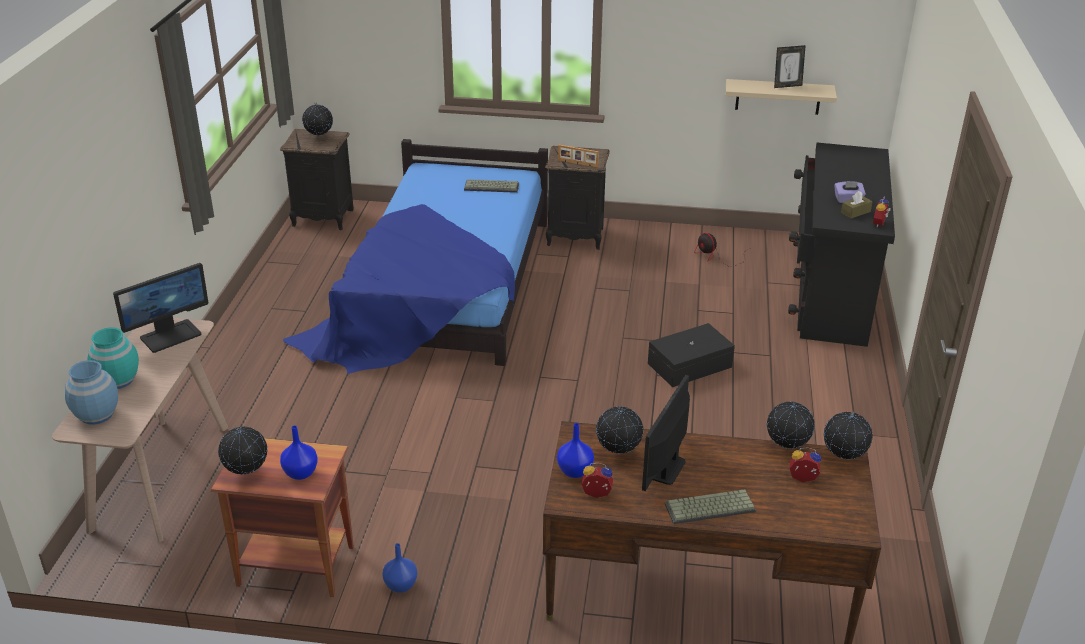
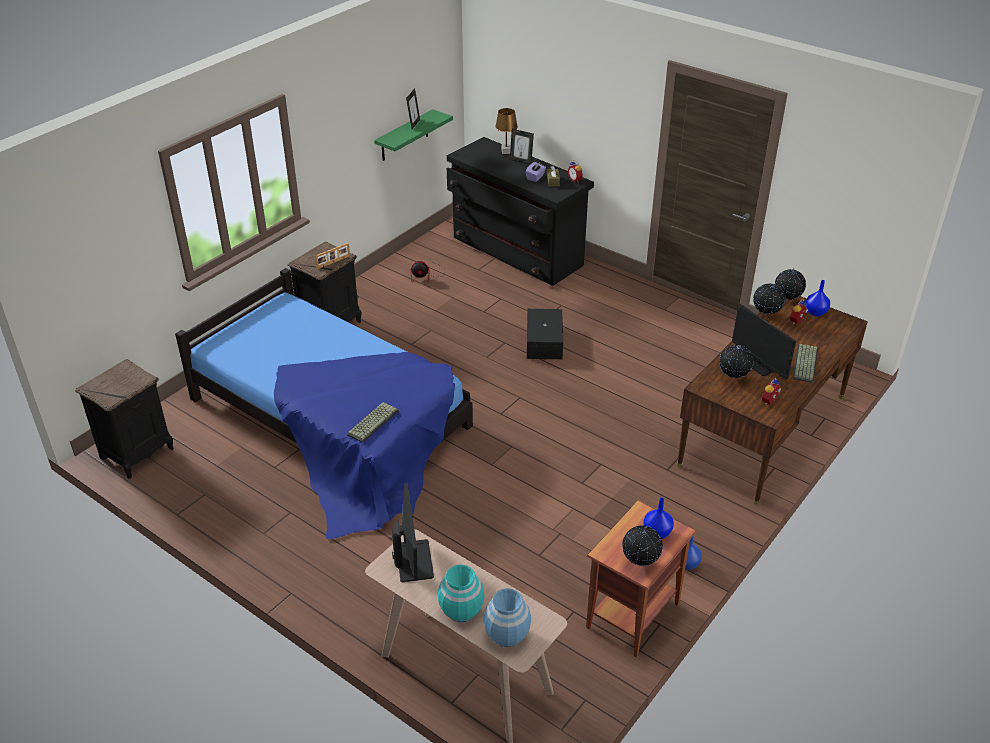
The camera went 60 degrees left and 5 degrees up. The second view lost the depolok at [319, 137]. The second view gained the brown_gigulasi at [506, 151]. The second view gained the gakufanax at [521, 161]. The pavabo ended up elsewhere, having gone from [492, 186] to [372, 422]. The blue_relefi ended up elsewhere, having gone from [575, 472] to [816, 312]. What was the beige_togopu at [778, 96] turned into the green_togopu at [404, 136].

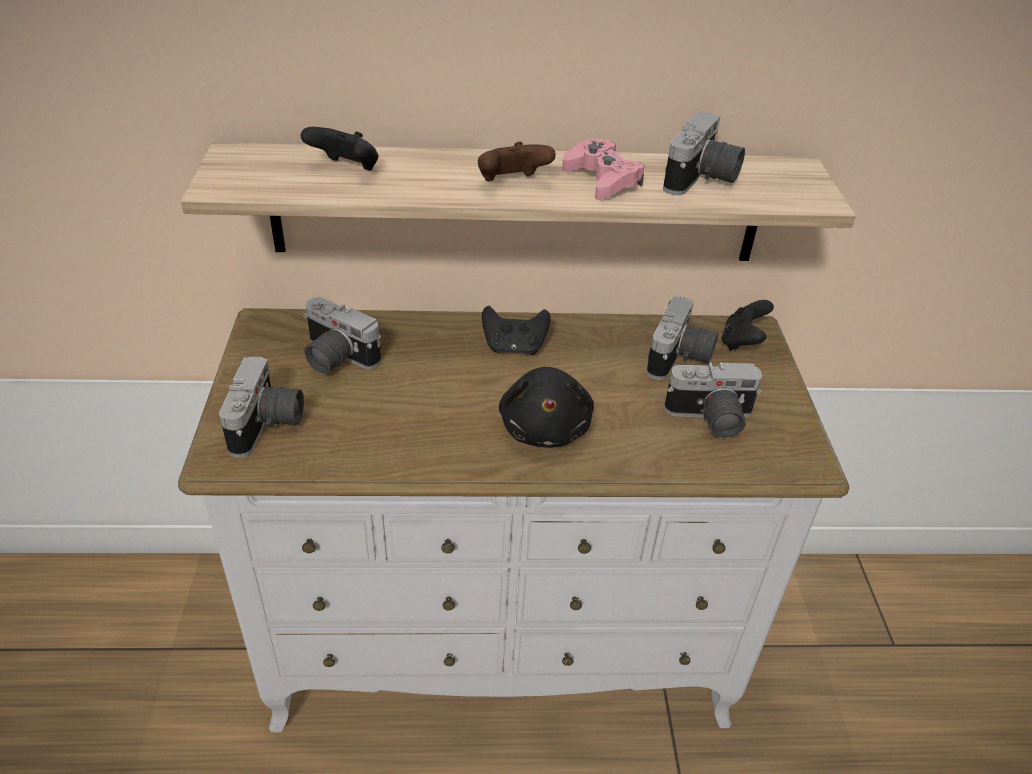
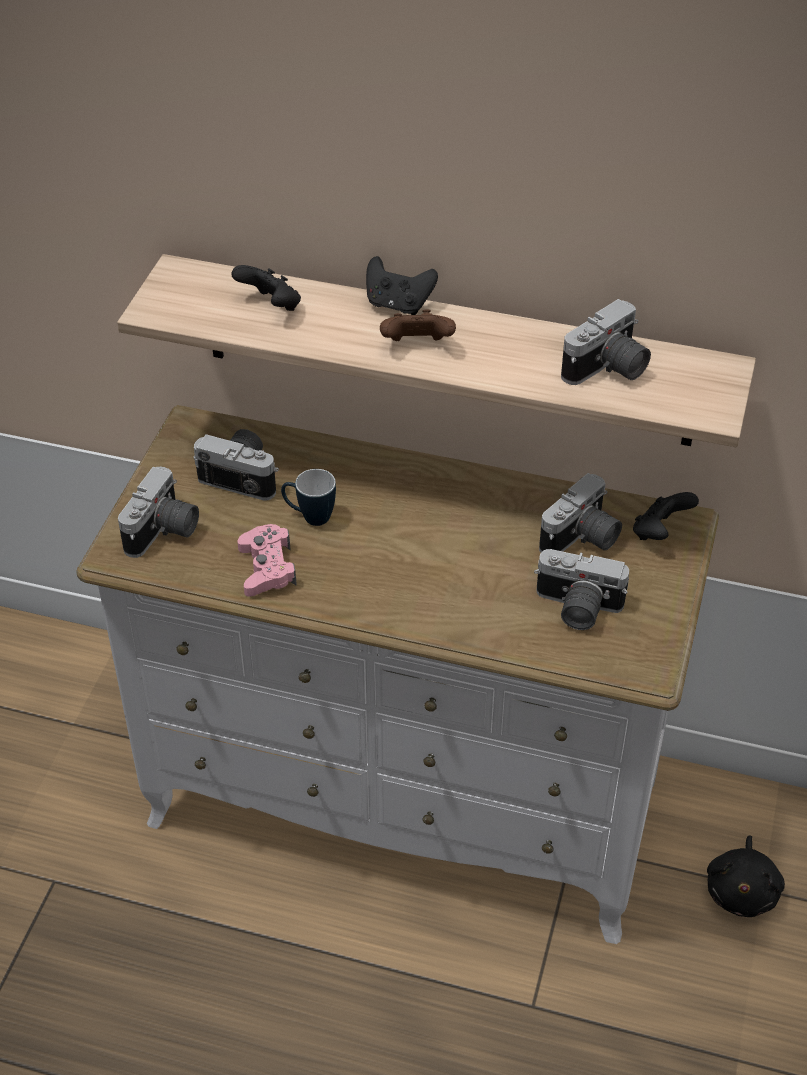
The camera went 20 degrees right and 5 degrees up. The second view gained the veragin at [309, 517]. The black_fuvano ended up elsewhere, having gone from [514, 347] to [398, 305]. The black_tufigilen ended up elsewhere, having gone from [545, 427] to [742, 891]. The pink_fuvano ended up elsewhere, having gone from [602, 179] to [267, 568]. The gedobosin at [334, 358] ended up facing another way, 150 degrees clockwise from before.

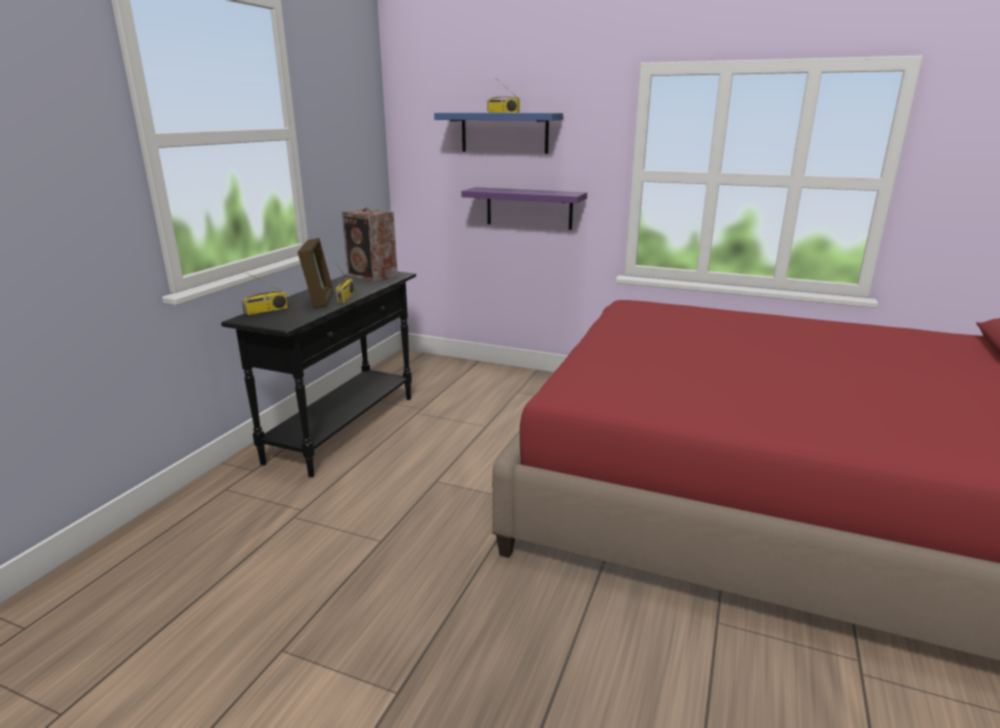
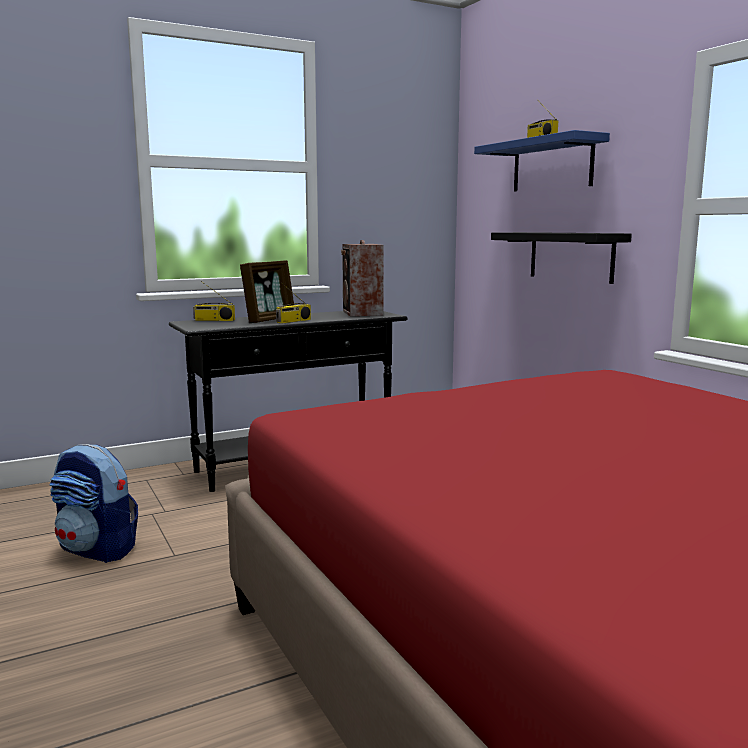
The camera went 40 degrees right and 10 degrees down. The second view gained the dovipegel at [98, 550]. What was the purple_togopu at [529, 208] turned into the black_togopu at [571, 256].

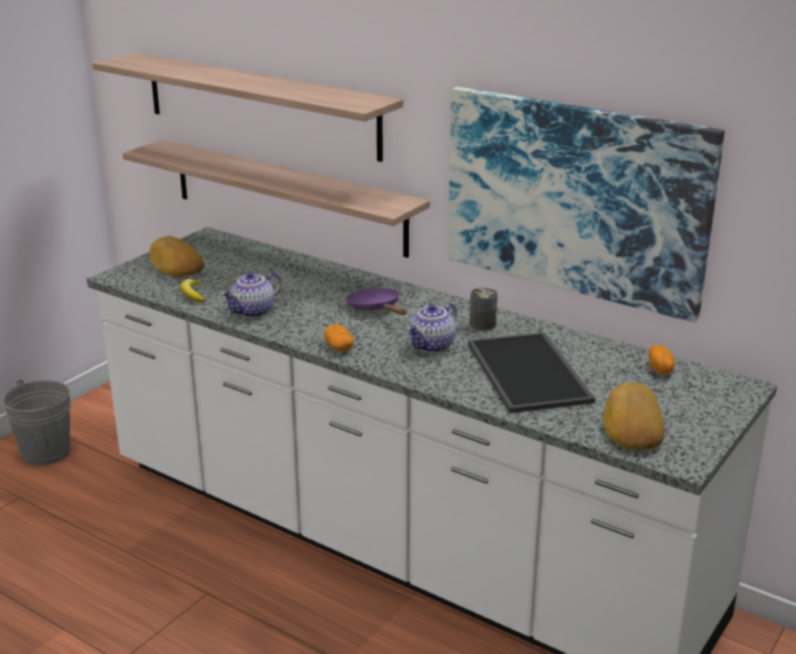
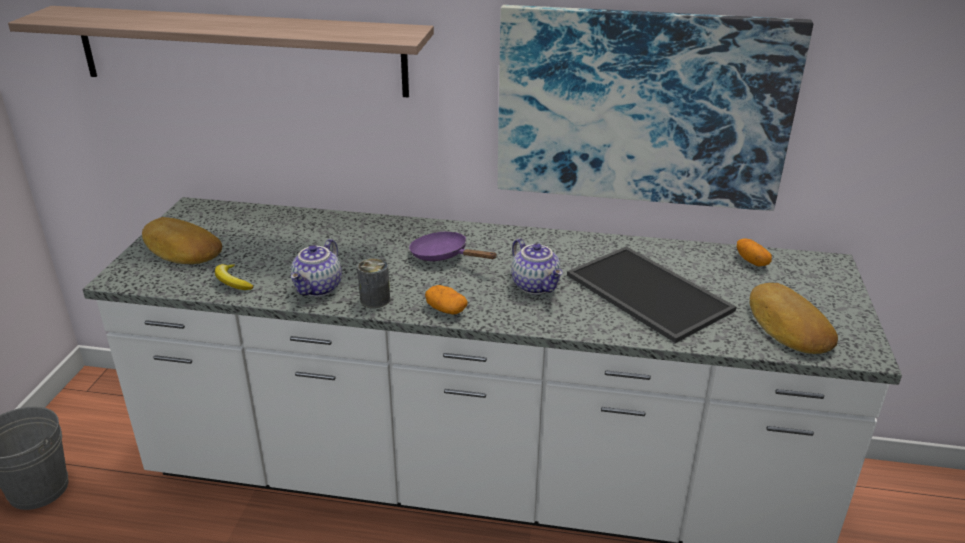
The camera went 25 degrees left and 5 degrees up. The second view lost the togopu at [287, 196]. The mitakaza ended up elsewhere, having gone from [482, 325] to [375, 299]. The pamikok at [432, 346] ended up facing another way, 45 degrees counterclockwise from before.

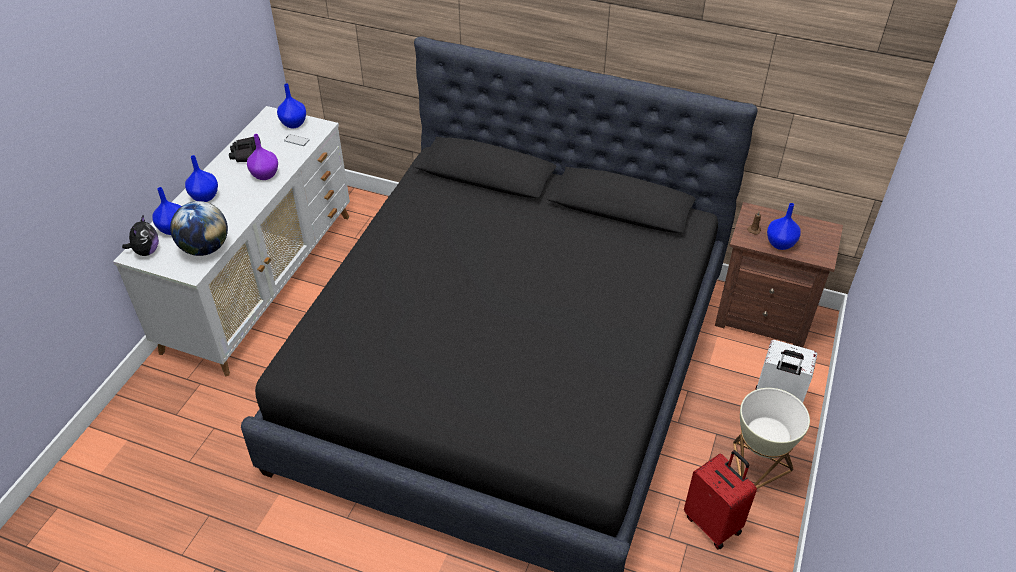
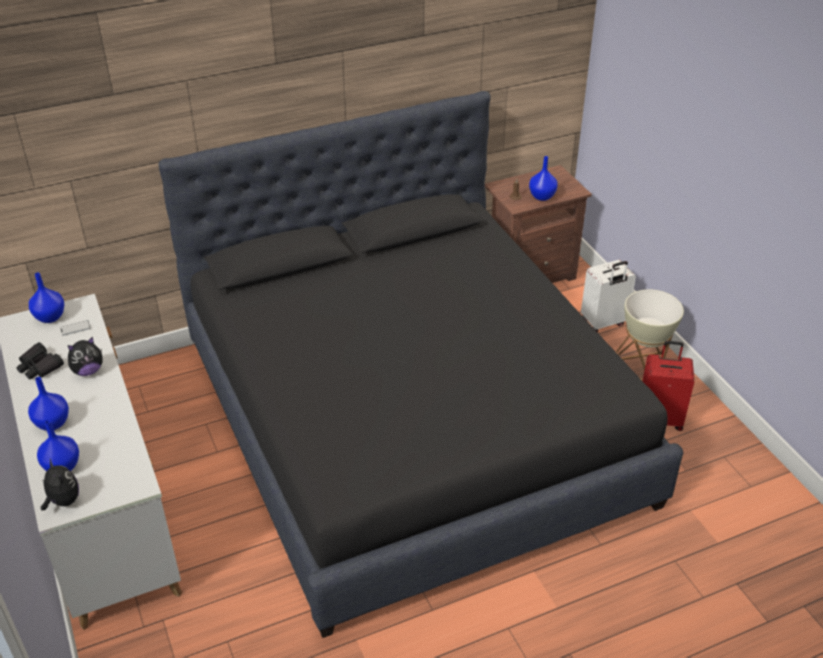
The camera went 45 degrees left and 5 degrees down. The second view lost the depolok at [205, 248]. Where the purple_relefi stood at [266, 175], the tufigilen came to stand at [88, 371].

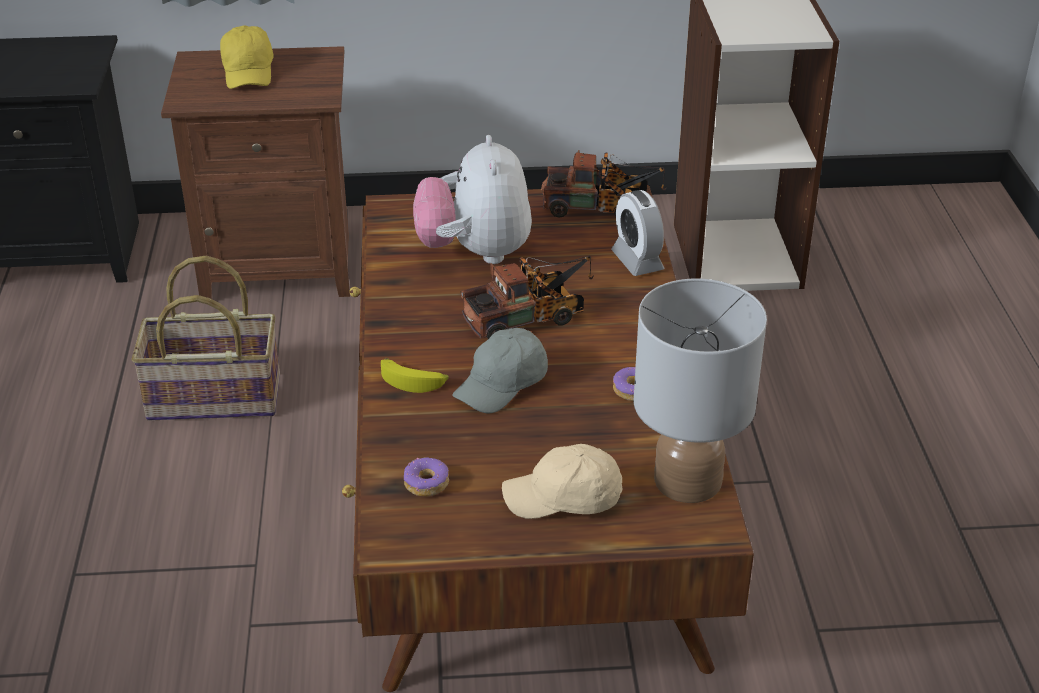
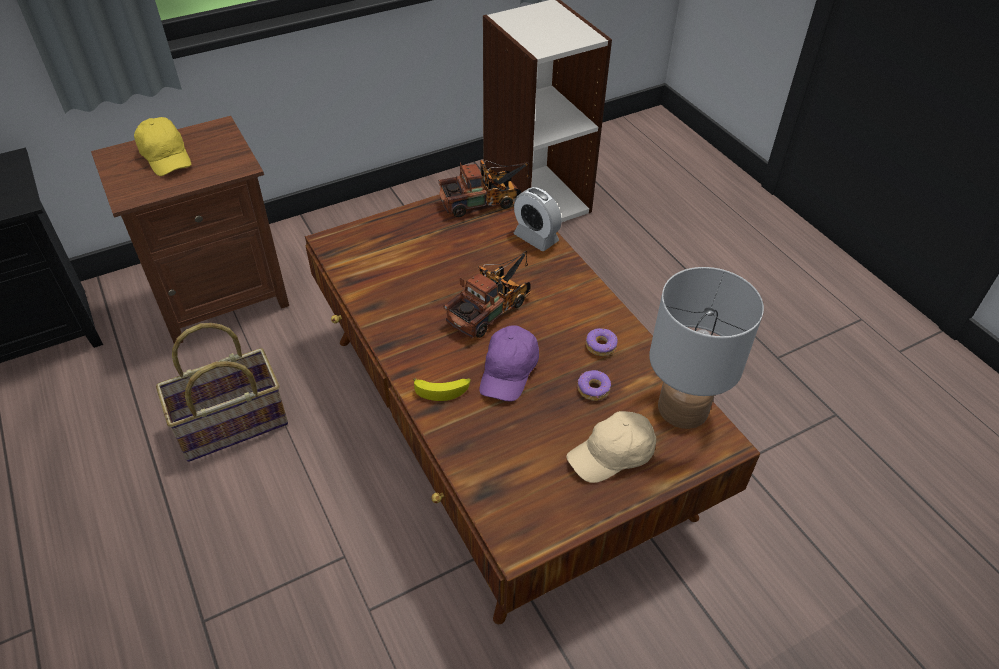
The camera went 25 degrees left and 10 degrees up. The second view lost the tufigilen at [475, 253]. The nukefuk ended up elsewhere, having gone from [426, 484] to [593, 389]. What was the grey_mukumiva at [503, 385] turned into the purple_mukumiva at [509, 371].

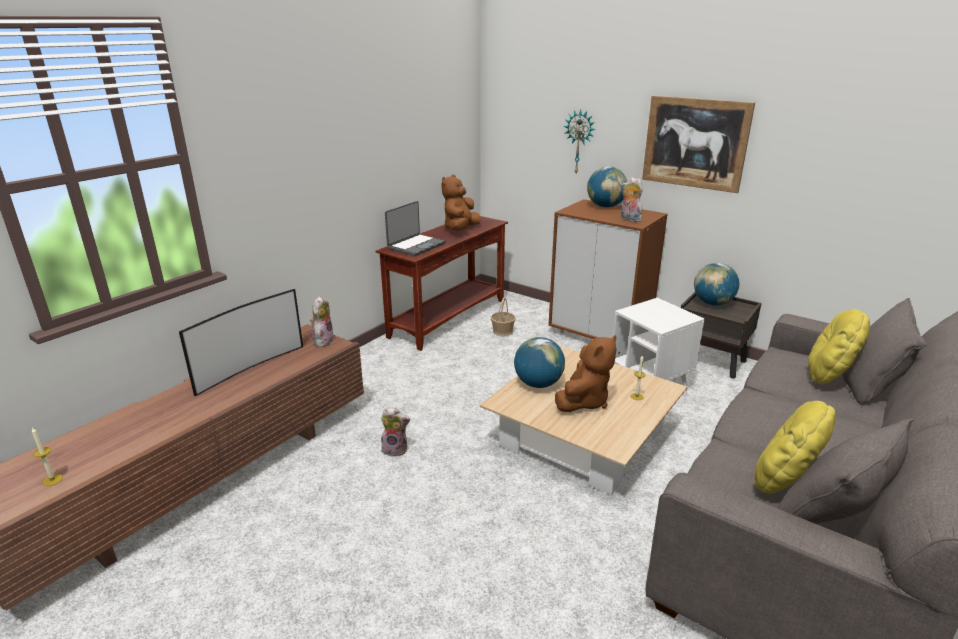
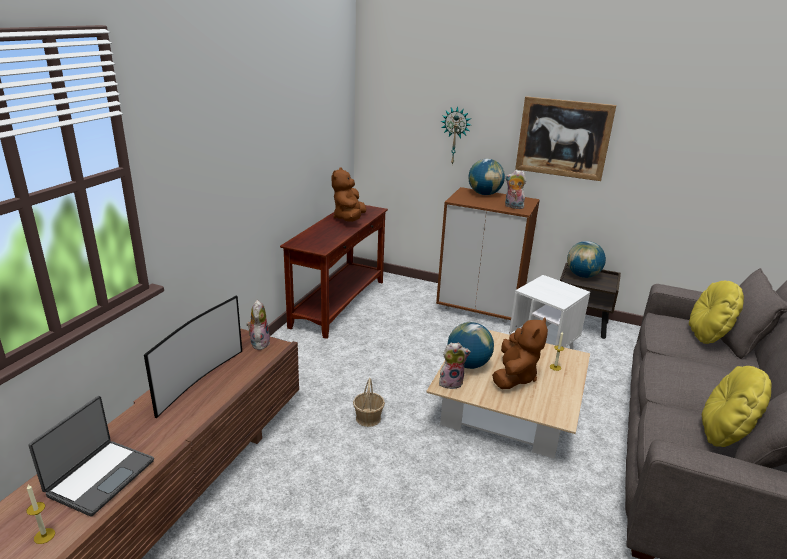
The camera went 15 degrees left and 0 degrees up. The tufigilen ended up elsewhere, having gone from [396, 449] to [451, 382]. The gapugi ended up elsewhere, having gone from [416, 246] to [100, 477]. The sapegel ended up elsewhere, having gone from [503, 331] to [368, 418].

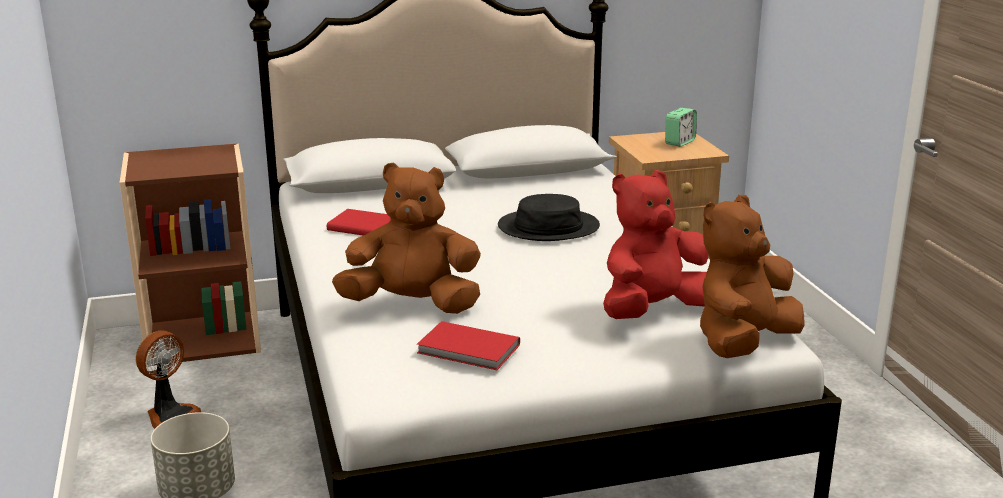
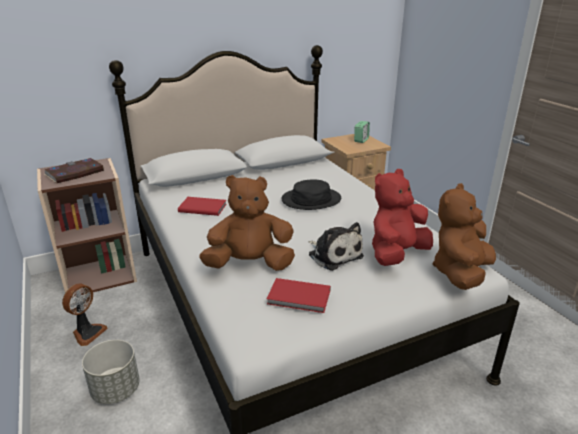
The camera went 10 degrees left and 5 degrees up. The second view gained the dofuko at [75, 173]. The second view gained the tufigilen at [333, 255].

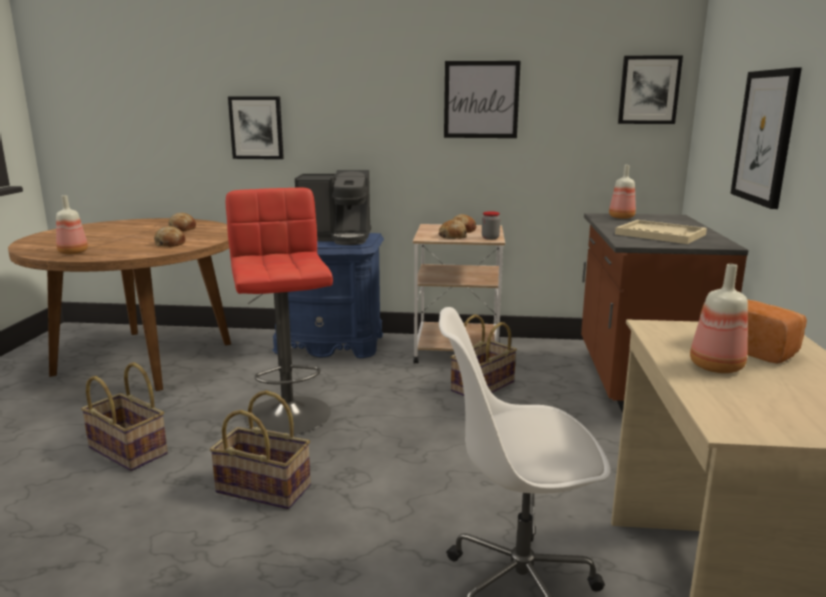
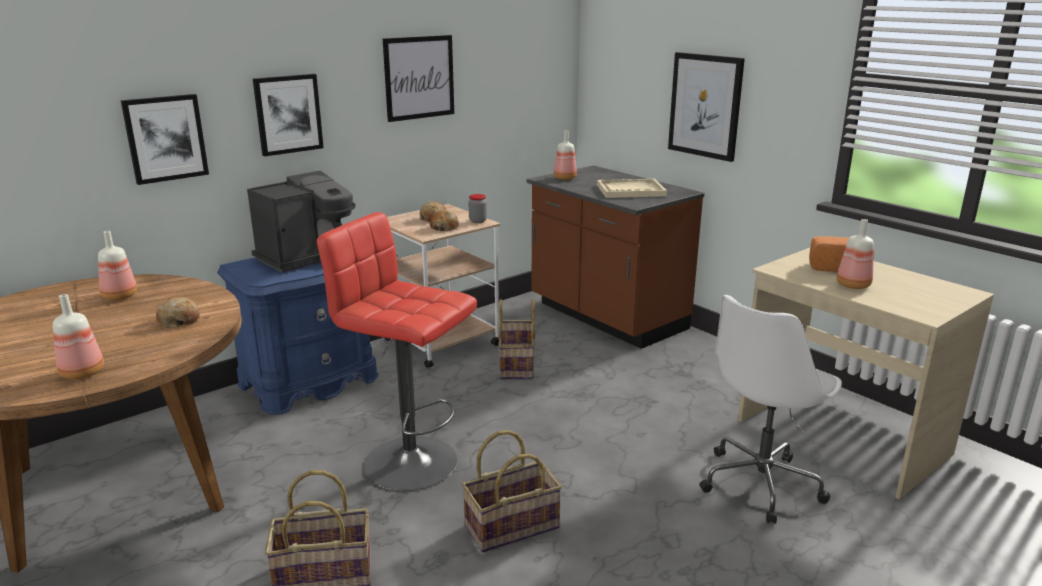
The camera went 45 degrees left and 5 degrees up. The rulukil ended up elsewhere, having gone from [649, 90] to [288, 114]. Where the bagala stood at [182, 228], the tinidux came to stand at [119, 297].

